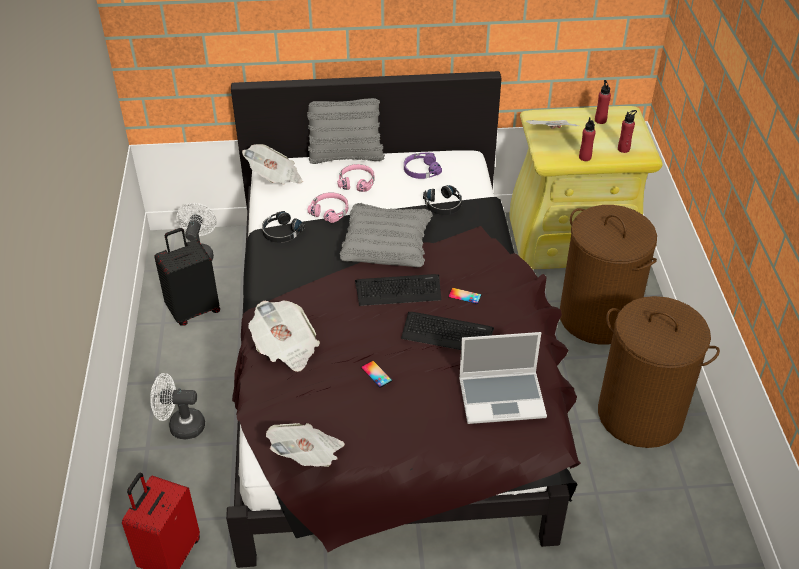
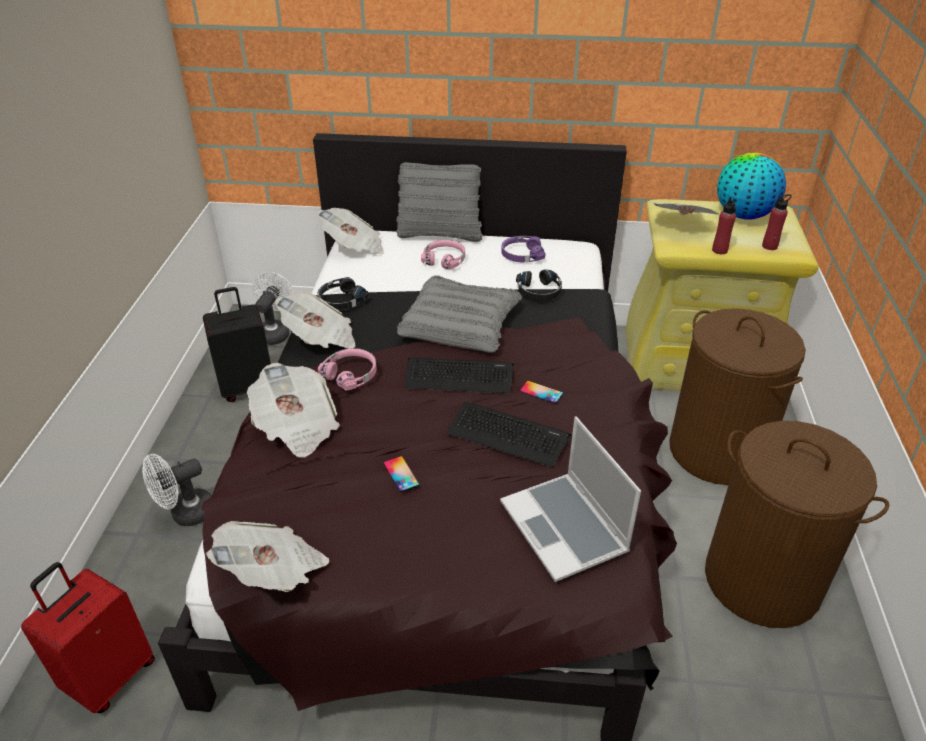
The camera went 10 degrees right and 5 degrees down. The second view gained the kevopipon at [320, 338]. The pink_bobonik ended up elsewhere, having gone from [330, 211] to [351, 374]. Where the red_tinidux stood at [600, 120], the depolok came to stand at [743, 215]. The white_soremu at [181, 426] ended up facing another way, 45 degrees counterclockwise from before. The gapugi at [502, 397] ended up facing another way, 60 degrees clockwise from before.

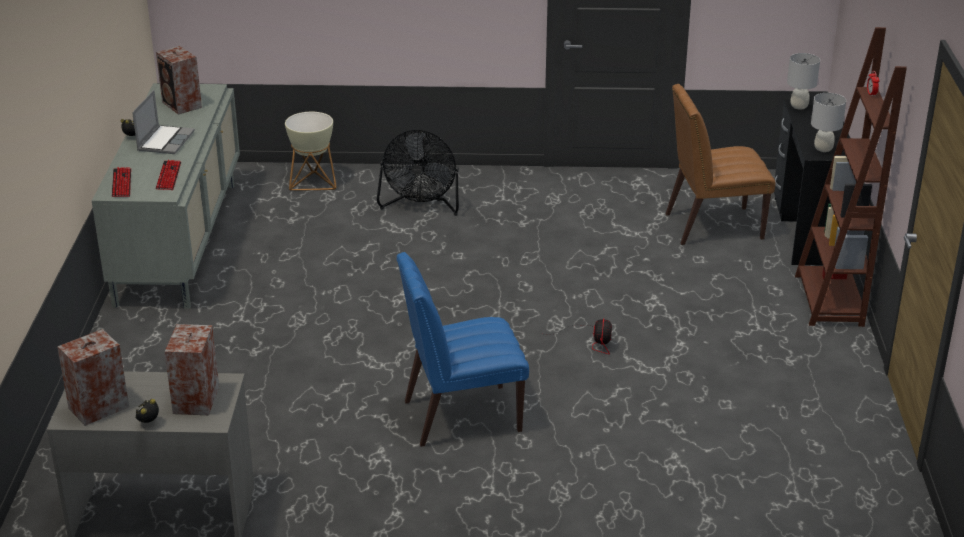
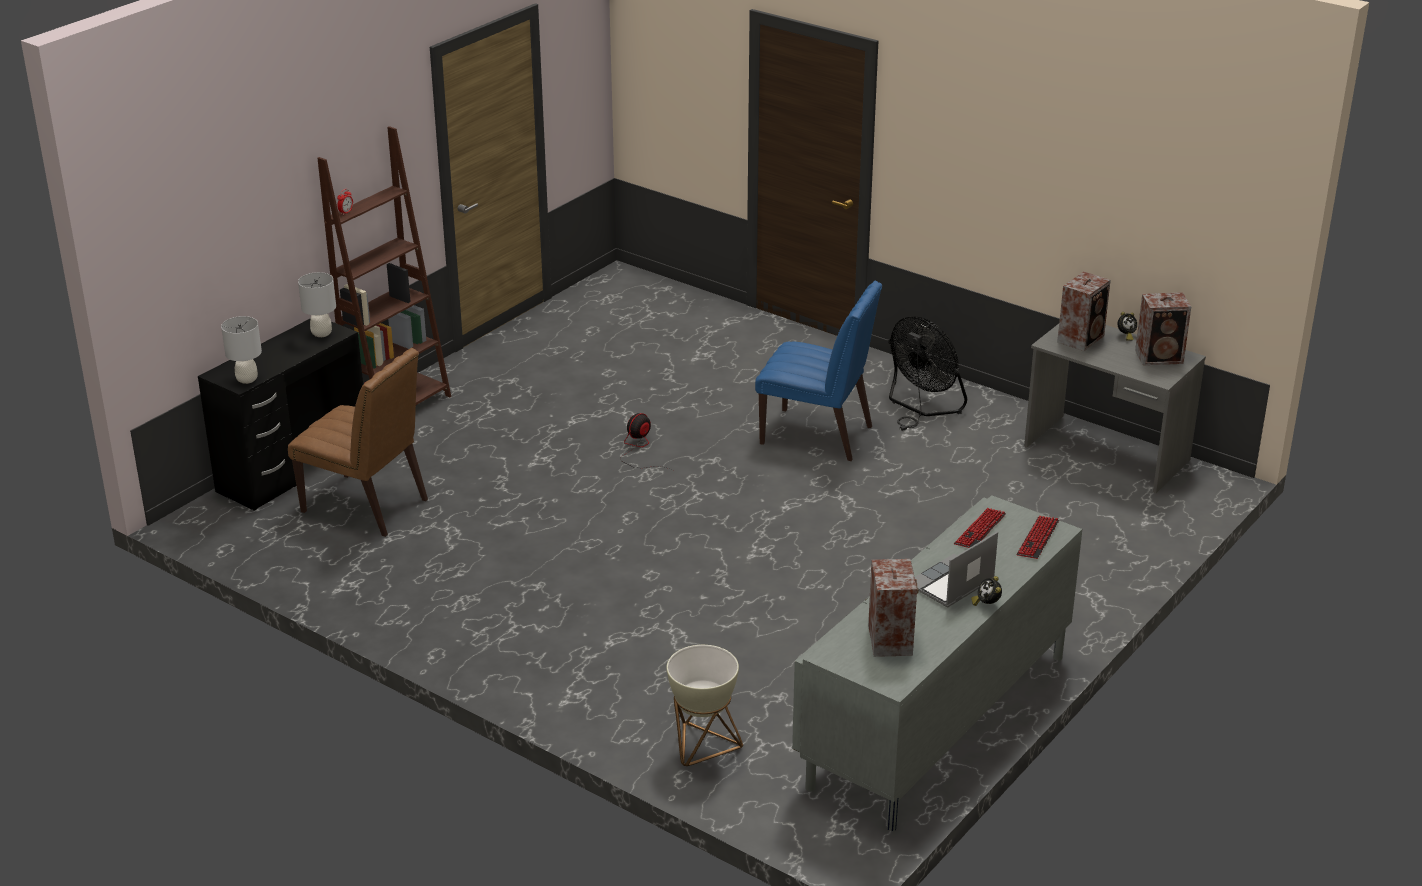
The camera went 145 degrees left and 0 degrees up. The black_soremu ended up elsewhere, having gone from [419, 204] to [917, 405].

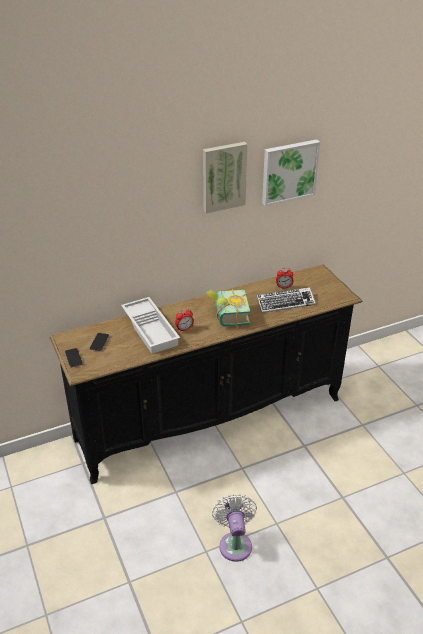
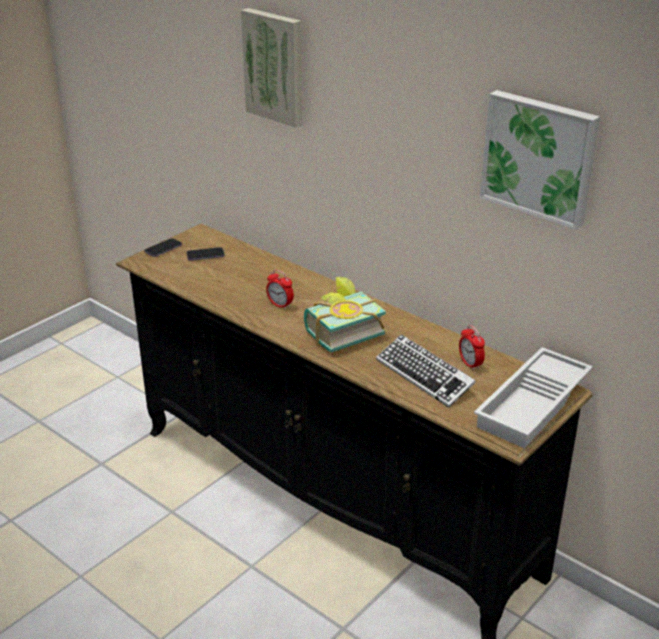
The camera went 65 degrees right and 5 degrees down. The second view lost the white_soremu at [235, 543]. The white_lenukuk ended up elsewhere, having gone from [151, 329] to [534, 405]. The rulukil ended up elsewhere, having gone from [223, 176] to [275, 66].

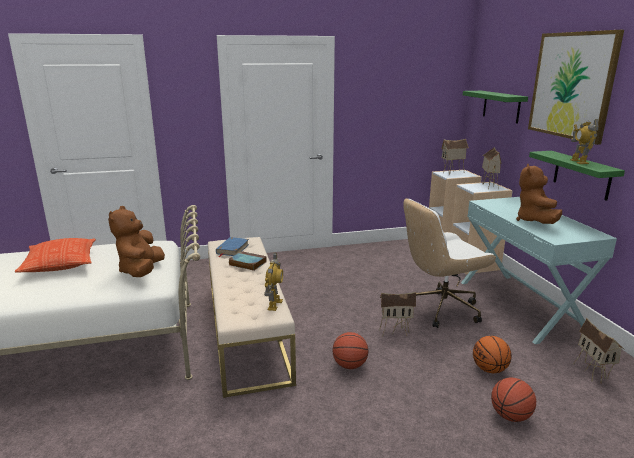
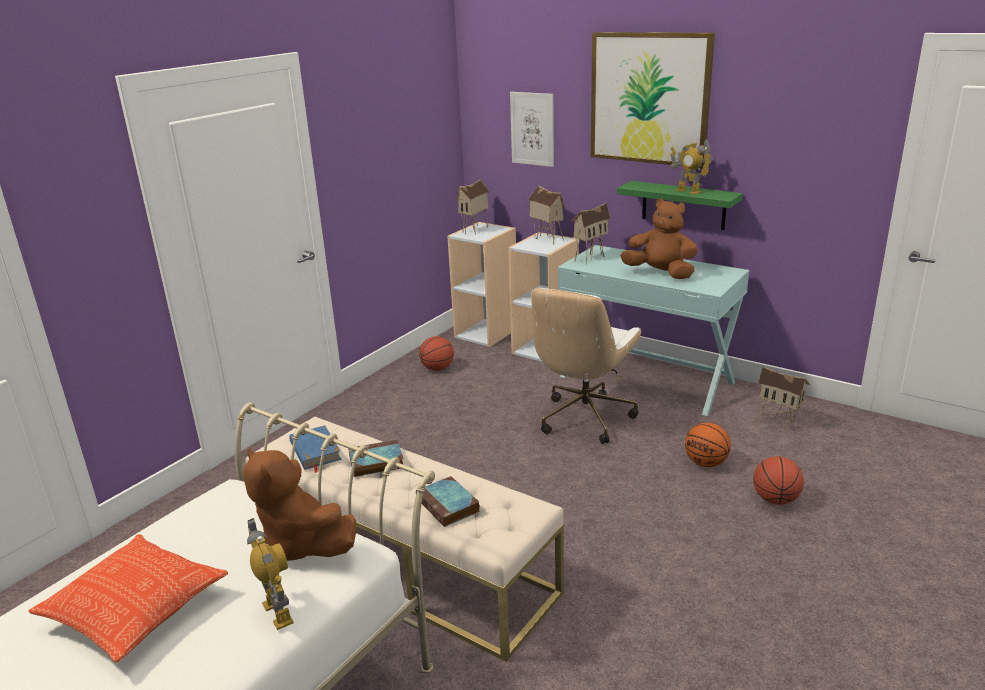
The camera went 40 degrees left and 5 degrees up. The second view gained the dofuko at [449, 506]. The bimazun ended up elsewhere, having gone from [274, 304] to [278, 612]. The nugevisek ended up elsewhere, having gone from [350, 365] to [437, 368]. The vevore ended up elsewhere, having gone from [395, 331] to [589, 258]. Where the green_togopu hung at [501, 106], the rulukil came to hang at [532, 129]. The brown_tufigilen at [535, 221] ended up facing another way, 150 degrees clockwise from before.

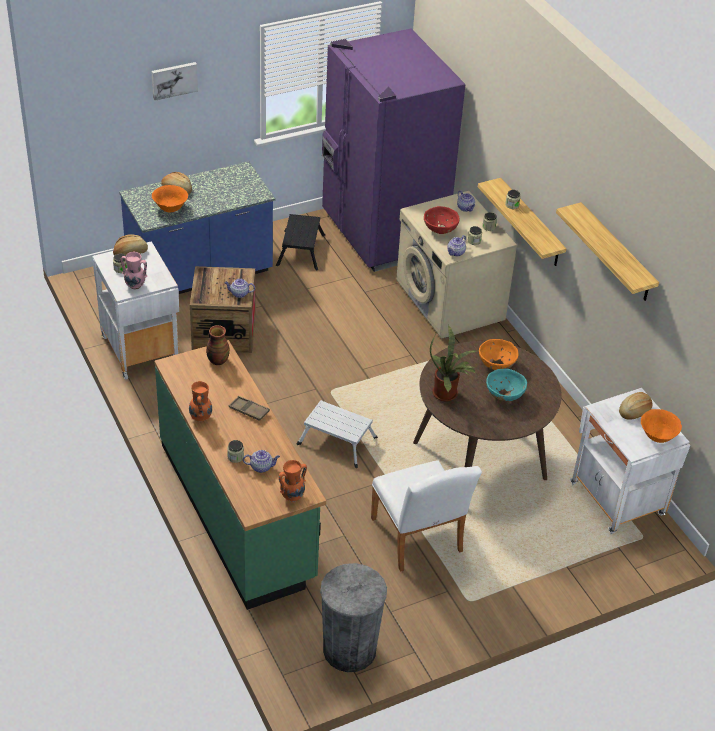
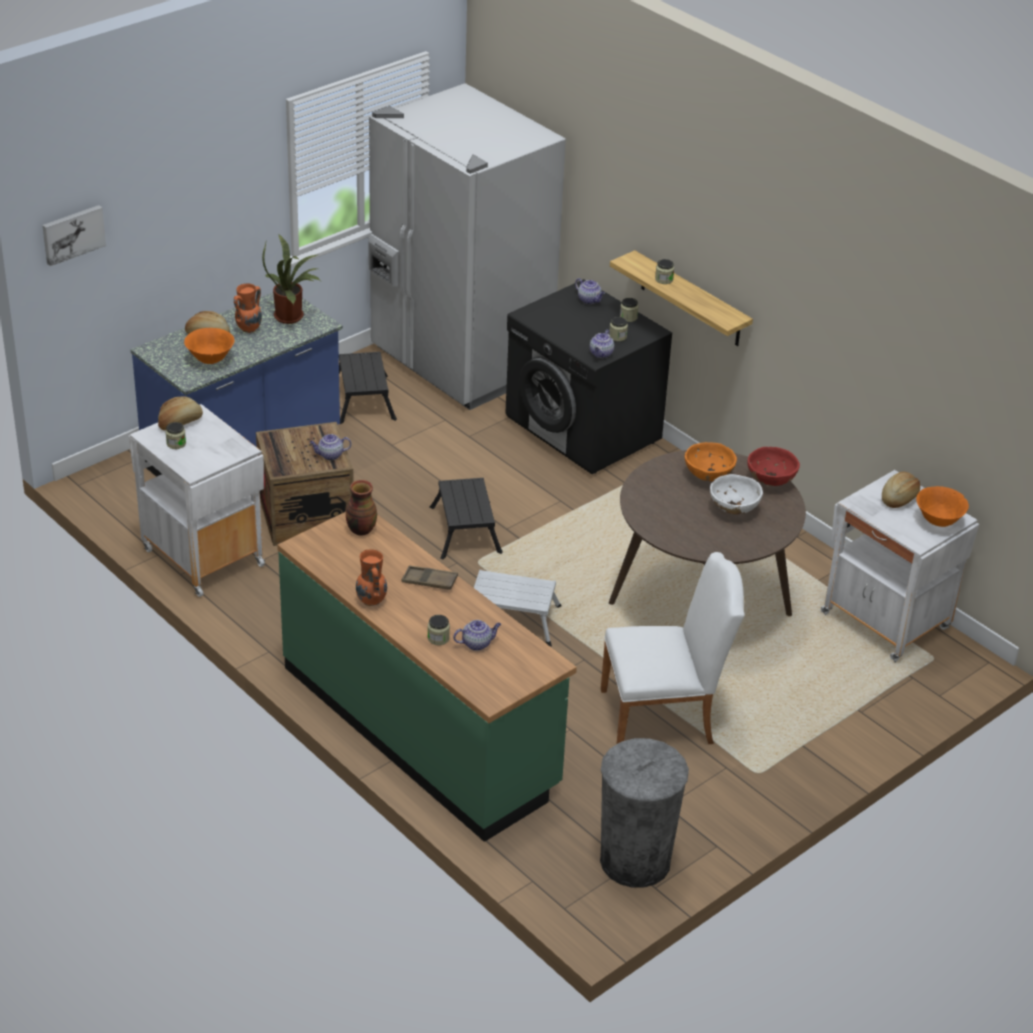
The camera went 15 degrees left and 5 degrees down. The second view lost the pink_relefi at [135, 286]. The second view lost the togopu at [616, 253]. The second view gained the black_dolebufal at [465, 529]. The rulukil ended up elsewhere, having gone from [174, 80] to [72, 234]. The orange_relefi ended up elsewhere, having gone from [292, 496] to [248, 329]. The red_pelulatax ended up elsewhere, having gone from [440, 230] to [770, 481]. The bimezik ended up elsewhere, having gone from [447, 394] to [292, 316]. What was the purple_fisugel at [382, 232] turned into the white_fisugel at [460, 360]. What was the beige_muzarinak at [448, 304] turned into the black_muzarinak at [582, 433]. What was the turquoise_pelulatax at [504, 396] turned into the white_pelulatax at [733, 509]. The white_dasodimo at [419, 540] ended up facing another way, 60 degrees counterclockwise from before.

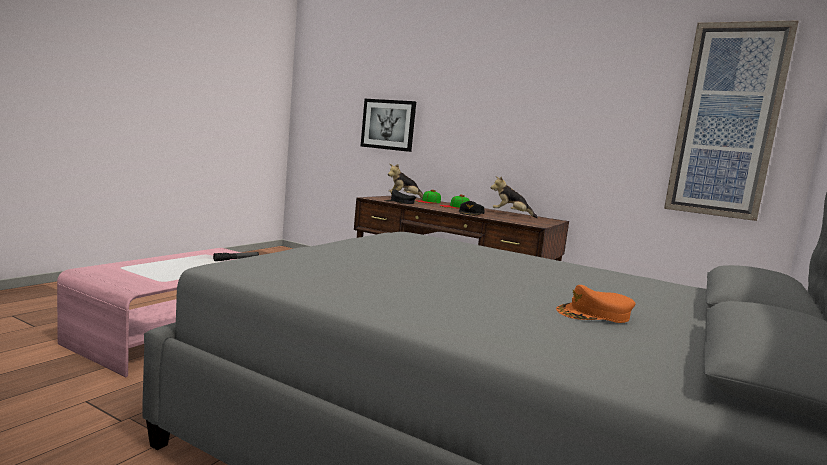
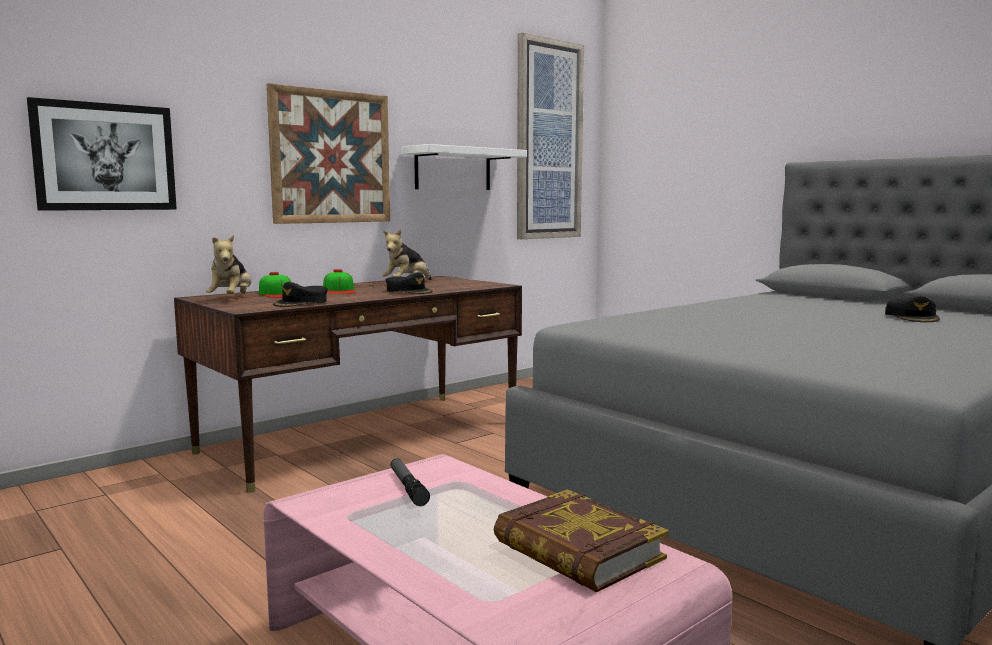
The camera went 70 degrees left and 0 degrees up. The second view gained the rulukil at [331, 157]. The second view gained the white_togopu at [453, 169]. The second view gained the dofuko at [577, 551]. What was the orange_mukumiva at [594, 314] turned into the black_mukumiva at [912, 317].

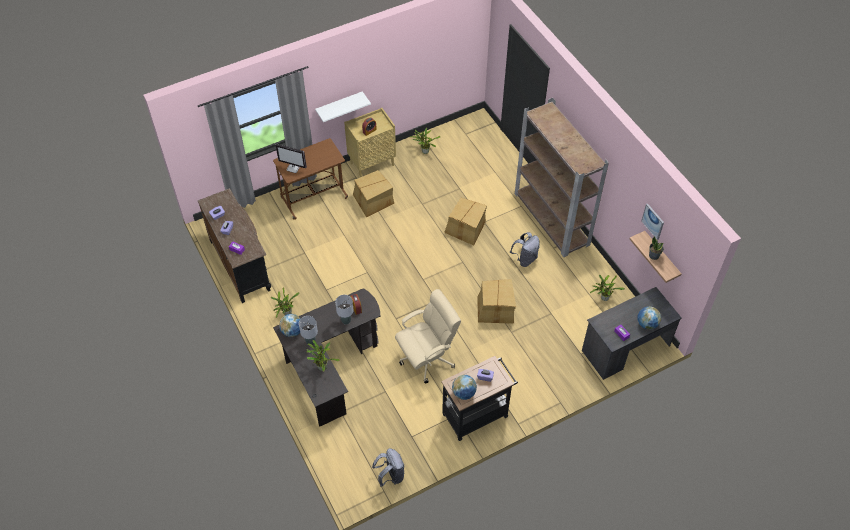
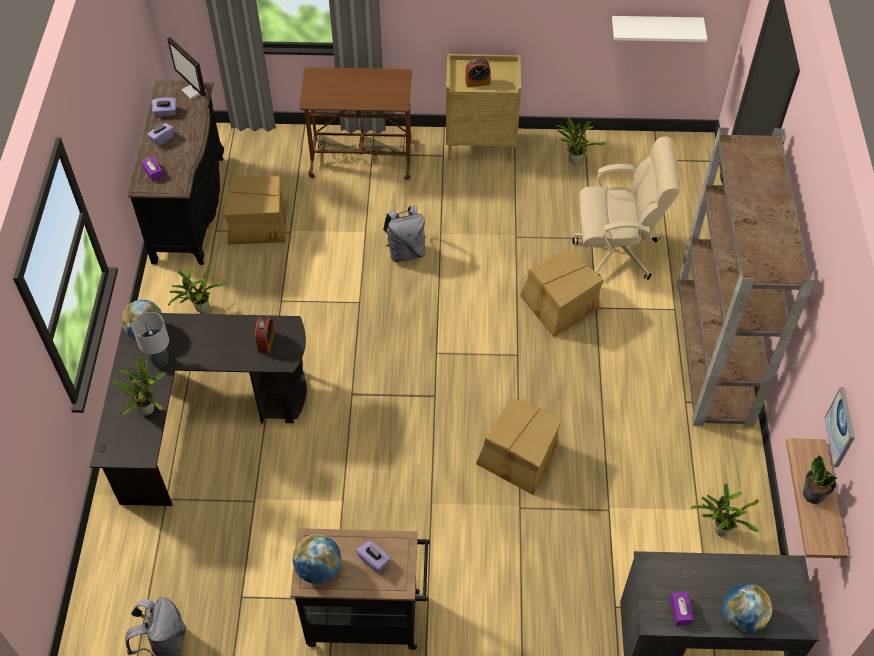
The camera went 30 degrees right and 0 degrees up. The second view lost the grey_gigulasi at [346, 321]. The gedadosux ended up elsewhere, having gone from [293, 168] to [194, 91]. The white_togopu ended up elsewhere, having gone from [339, 105] to [655, 27]. The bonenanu ended up elsewhere, having gone from [373, 200] to [258, 223]. The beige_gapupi ended up elsewhere, having gone from [427, 358] to [616, 251]. The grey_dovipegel ended up elsewhere, having gone from [525, 259] to [406, 252].

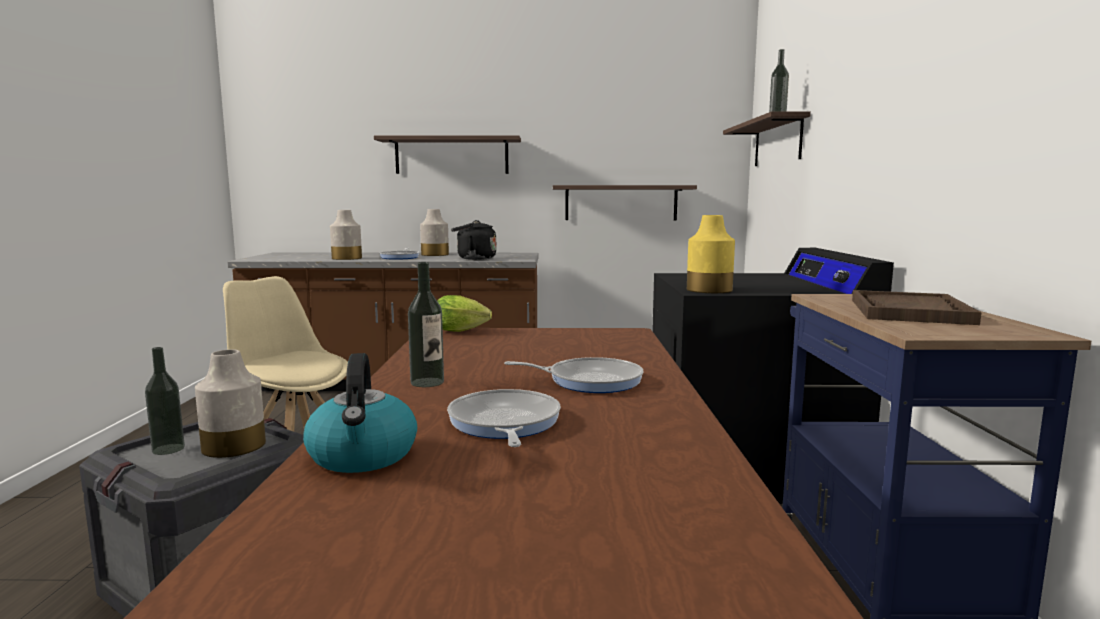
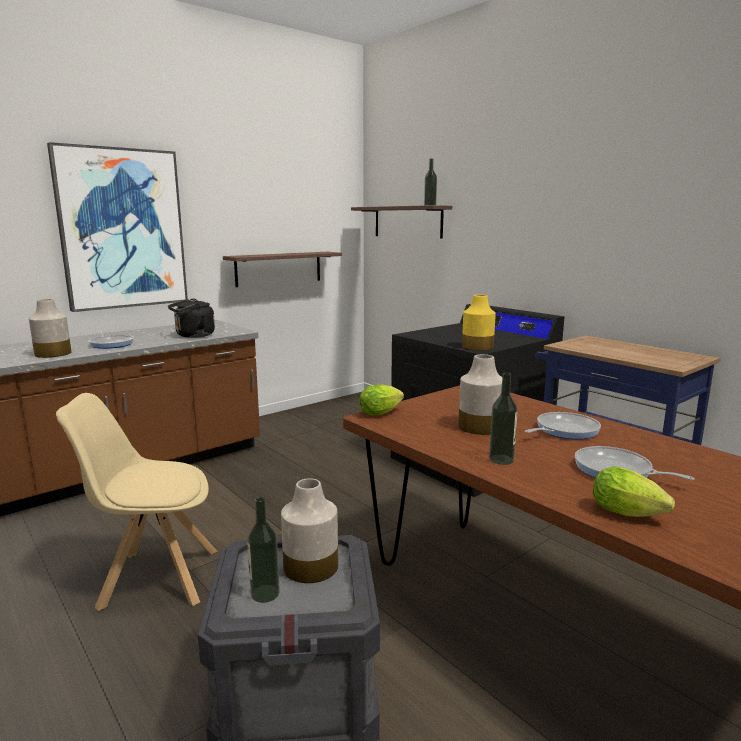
The camera went 40 degrees left and 5 degrees up. The second view lost the brown_lenukuk at [909, 311]. The beige_relefi ended up elsewhere, having gone from [434, 254] to [480, 426]. Where the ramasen stood at [363, 456], the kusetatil came to stand at [630, 514]. Where the togopu hung at [451, 156], the rulukil came to hang at [122, 229].

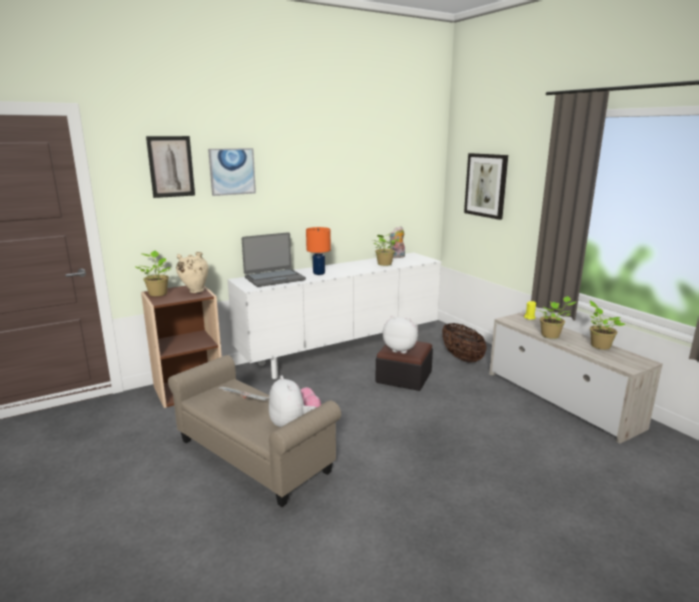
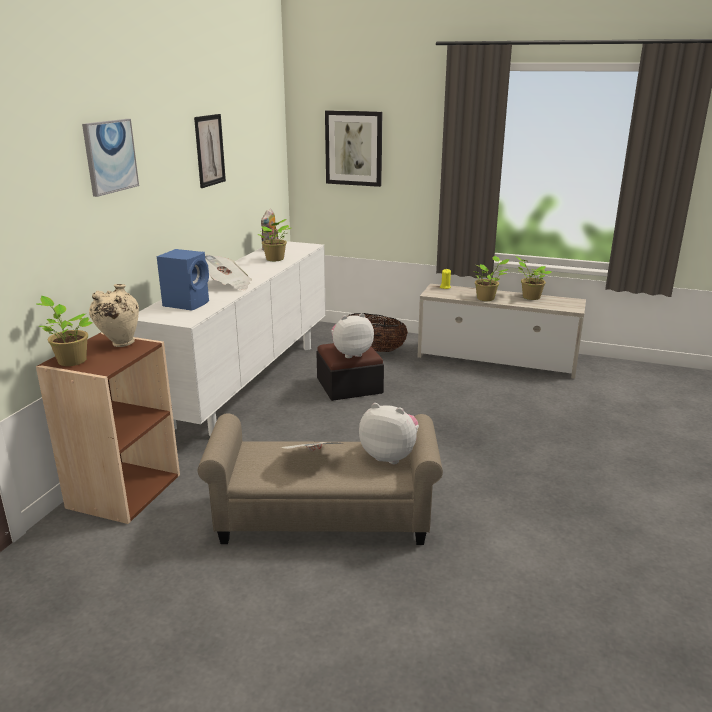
The camera went 40 degrees left and 5 degrees up. The rulukil ended up elsewhere, having gone from [171, 166] to [209, 150]. Where the gapugi stood at [274, 278], the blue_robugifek came to stand at [187, 303]. Where the orange_gigulasi stood at [319, 273], the kevopipon came to stand at [228, 285].

